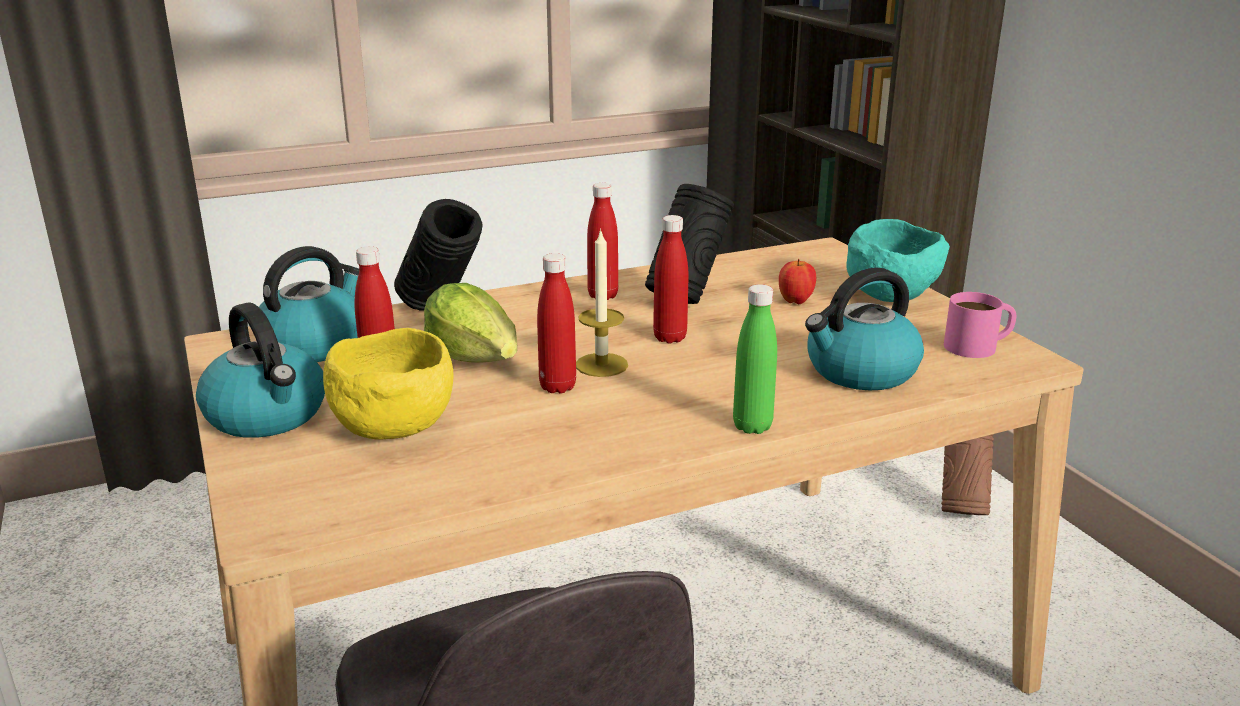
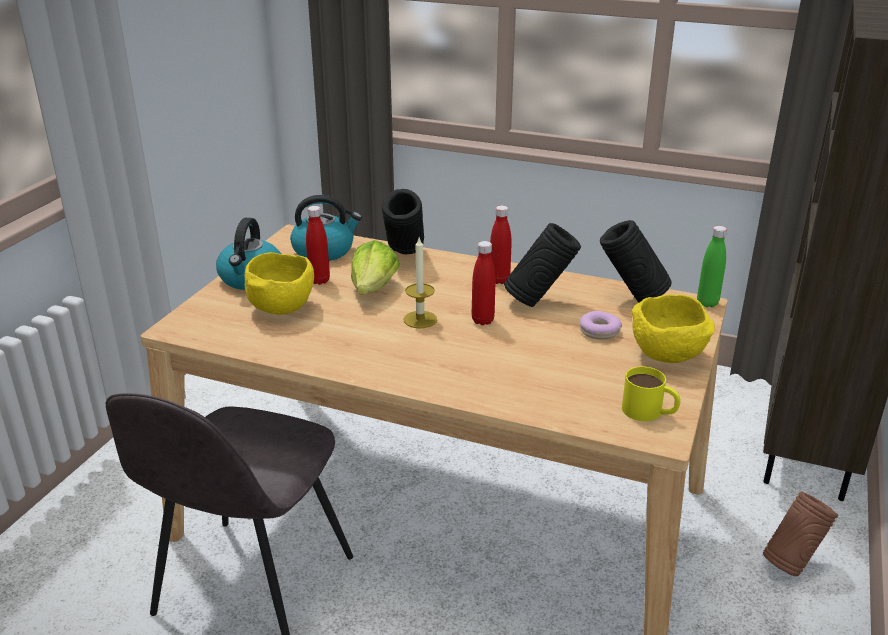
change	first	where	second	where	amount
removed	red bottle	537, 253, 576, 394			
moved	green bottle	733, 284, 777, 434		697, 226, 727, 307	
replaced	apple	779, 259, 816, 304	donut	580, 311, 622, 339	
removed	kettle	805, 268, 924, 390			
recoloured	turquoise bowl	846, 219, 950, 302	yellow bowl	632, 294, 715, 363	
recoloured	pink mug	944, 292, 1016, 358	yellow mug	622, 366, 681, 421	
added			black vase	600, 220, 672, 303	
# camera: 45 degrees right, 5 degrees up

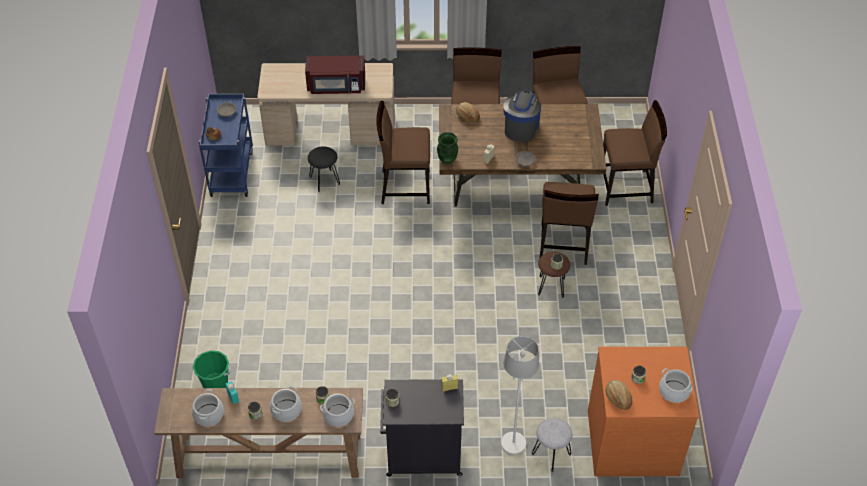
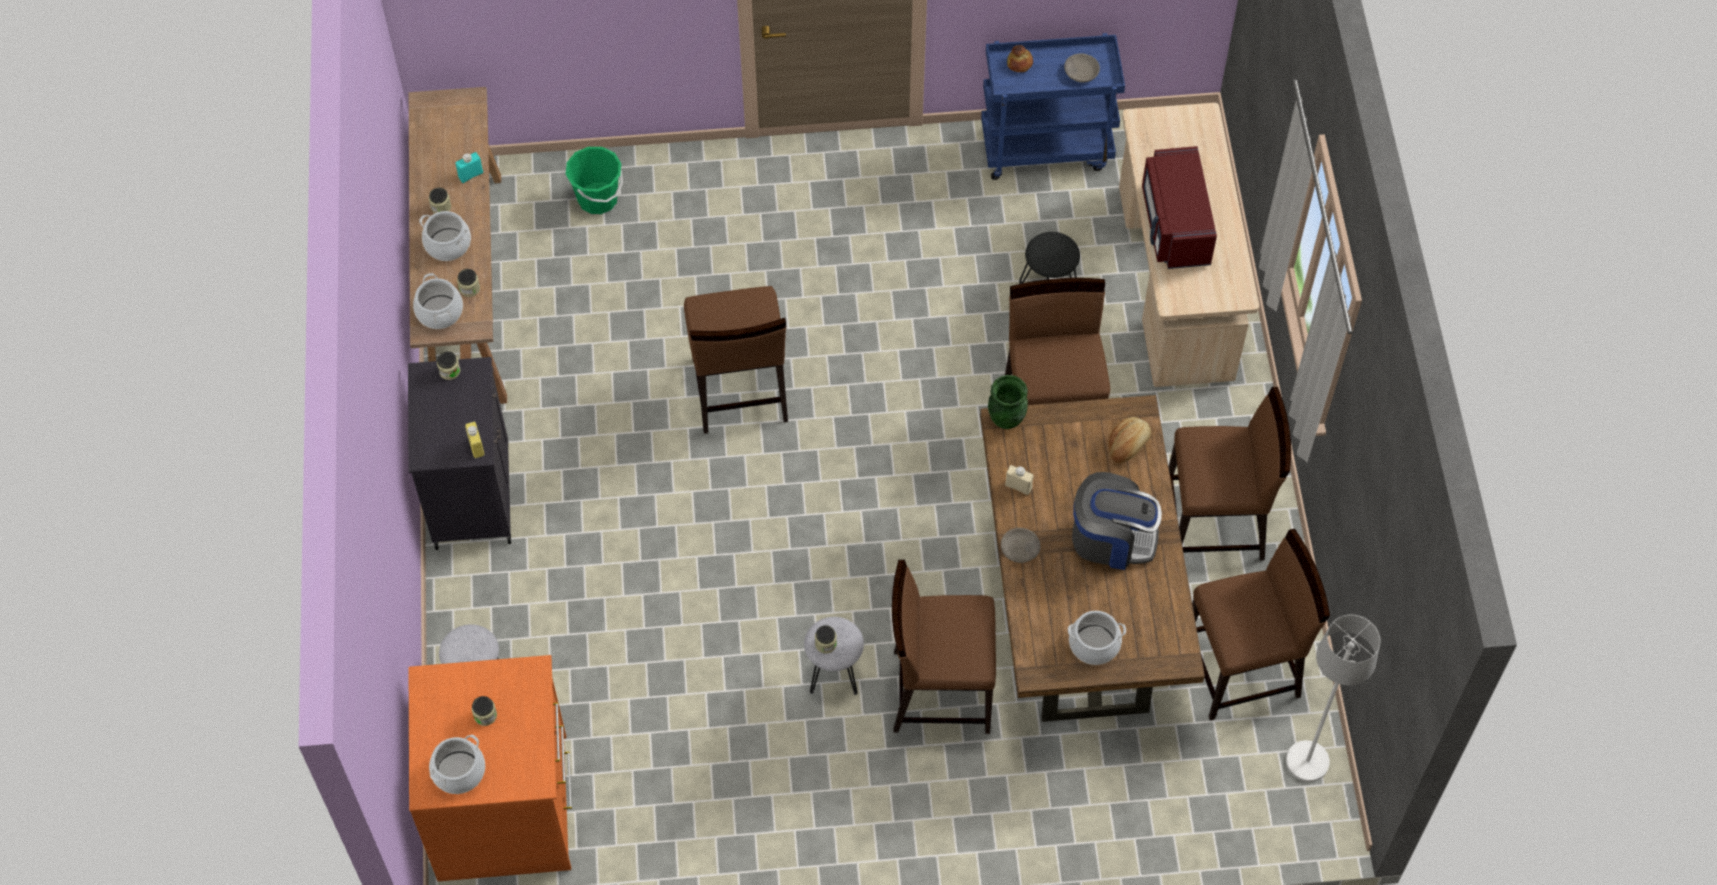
change	first	where	second	where	amount
moved	cooking pot	192, 389, 224, 426		1068, 611, 1126, 665	
moved	white floor lamp	501, 336, 539, 455		1286, 614, 1380, 782	
recoloured	brown stool	538, 252, 570, 298	grey stool	804, 617, 864, 695	
moved	brown chair	603, 100, 667, 206		684, 286, 788, 434	
removed	bread	605, 380, 632, 410			
# camera: 85 degrees right, 10 degrees up

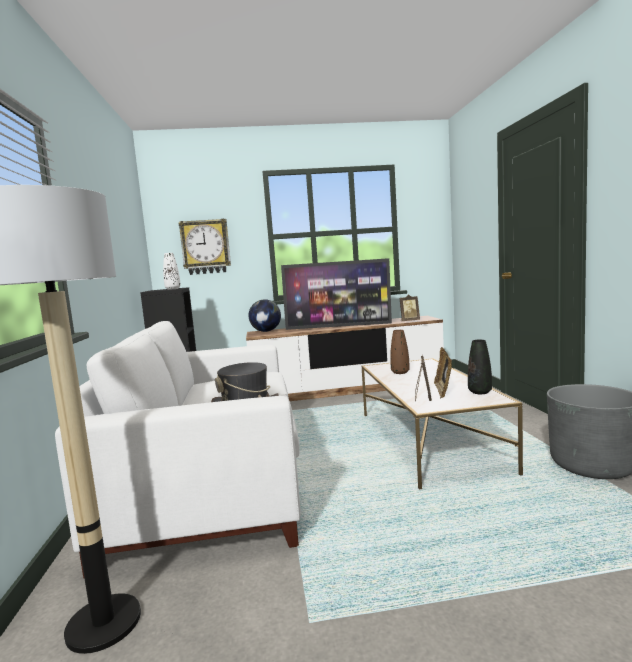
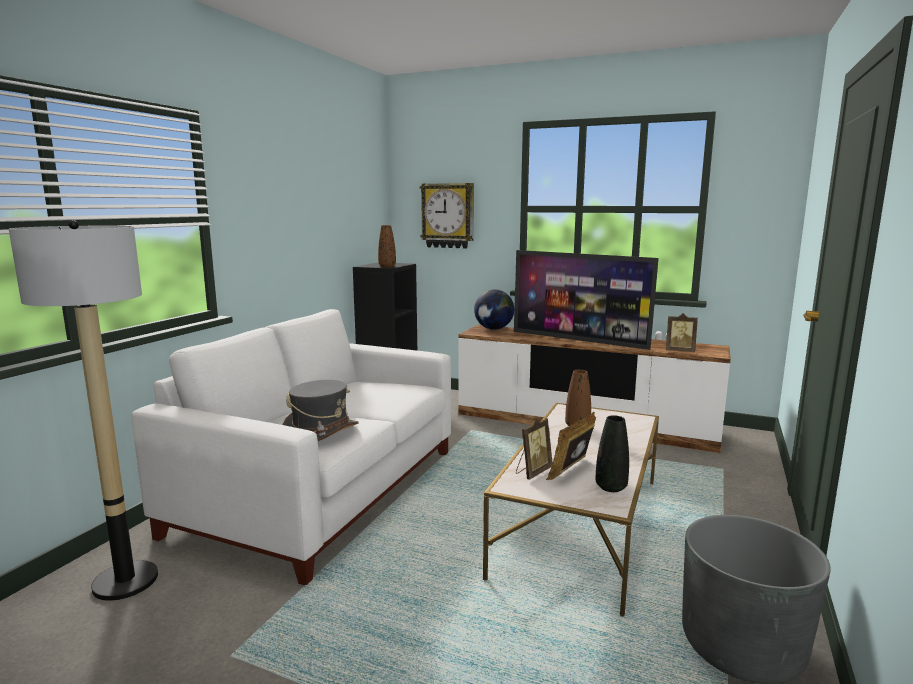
change	first	where	second	where	amount
recoloured	white vase	163, 253, 181, 290	brown vase	378, 225, 396, 267	
# camera: 30 degrees right, 5 degrees up

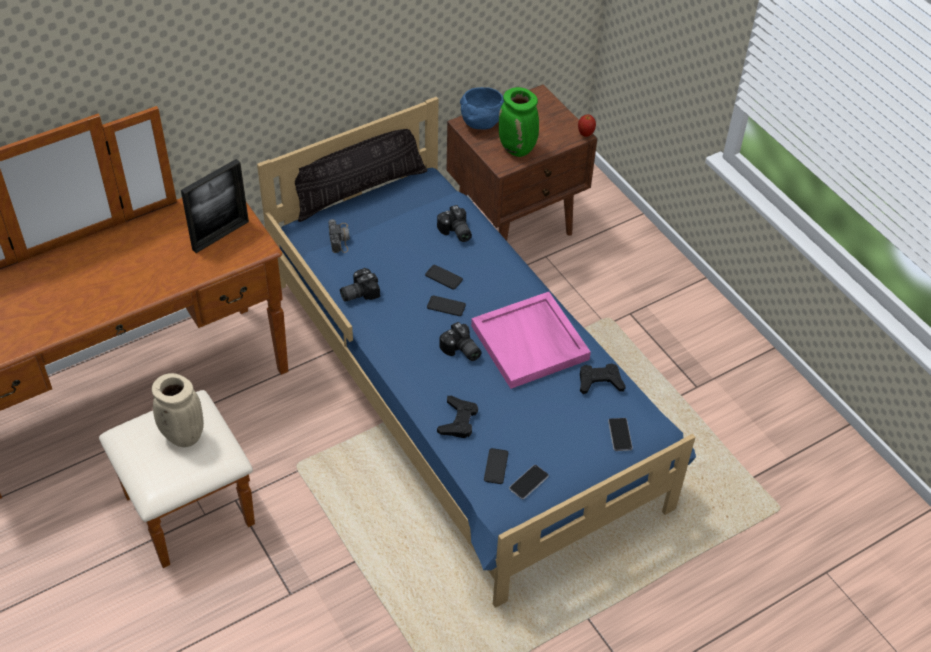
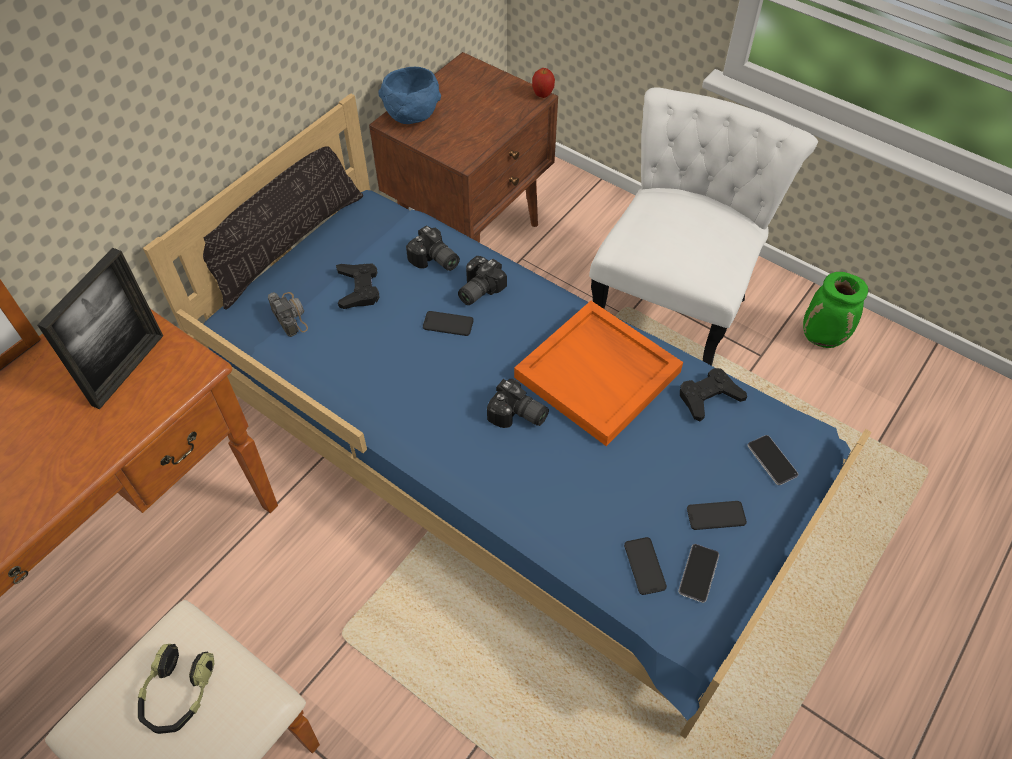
change	first	where	second	where	amount
replaced	beige vase	152, 373, 204, 447	headphones	138, 644, 215, 734	
moved	photo camera	340, 268, 380, 302		458, 256, 507, 305	
moved	phone	427, 295, 466, 316		687, 501, 747, 530	
moved	black game controller	437, 396, 478, 438		336, 264, 380, 309	
recoloured	pink tray	471, 292, 591, 389	orange tray	514, 301, 683, 446	
moved	green vase	499, 87, 539, 157		803, 272, 868, 348	
added			white chair	589, 87, 818, 366	
# camera: 20 degrees left, 5 degrees up

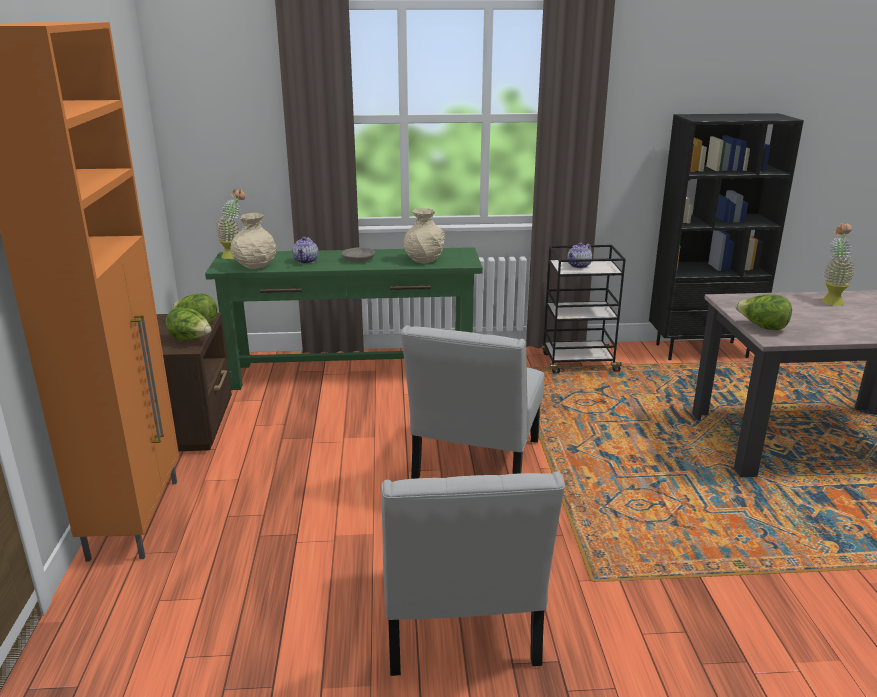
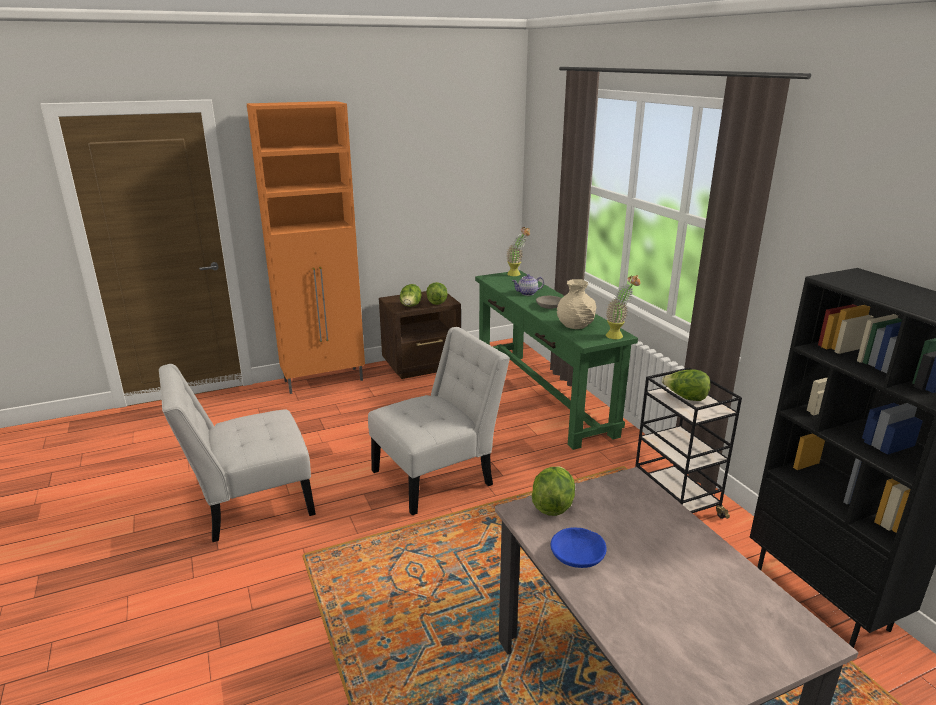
change	first	where	second	where	amount
removed	beige vase	230, 213, 277, 269			
turned	white chair	401, 325, 544, 479		368, 327, 510, 515	150 degrees clockwise
replaced	teapot	567, 243, 592, 268	lettuce	662, 370, 710, 401	
moved	potted plant	821, 223, 855, 306		606, 275, 641, 339	
added			blue bowl	551, 528, 607, 568	
# camera: 70 degrees right, 0 degrees up

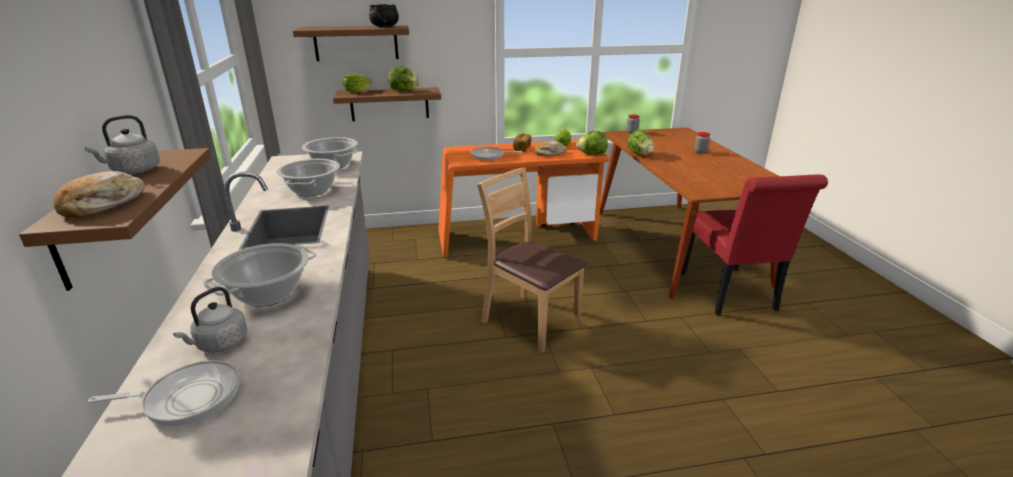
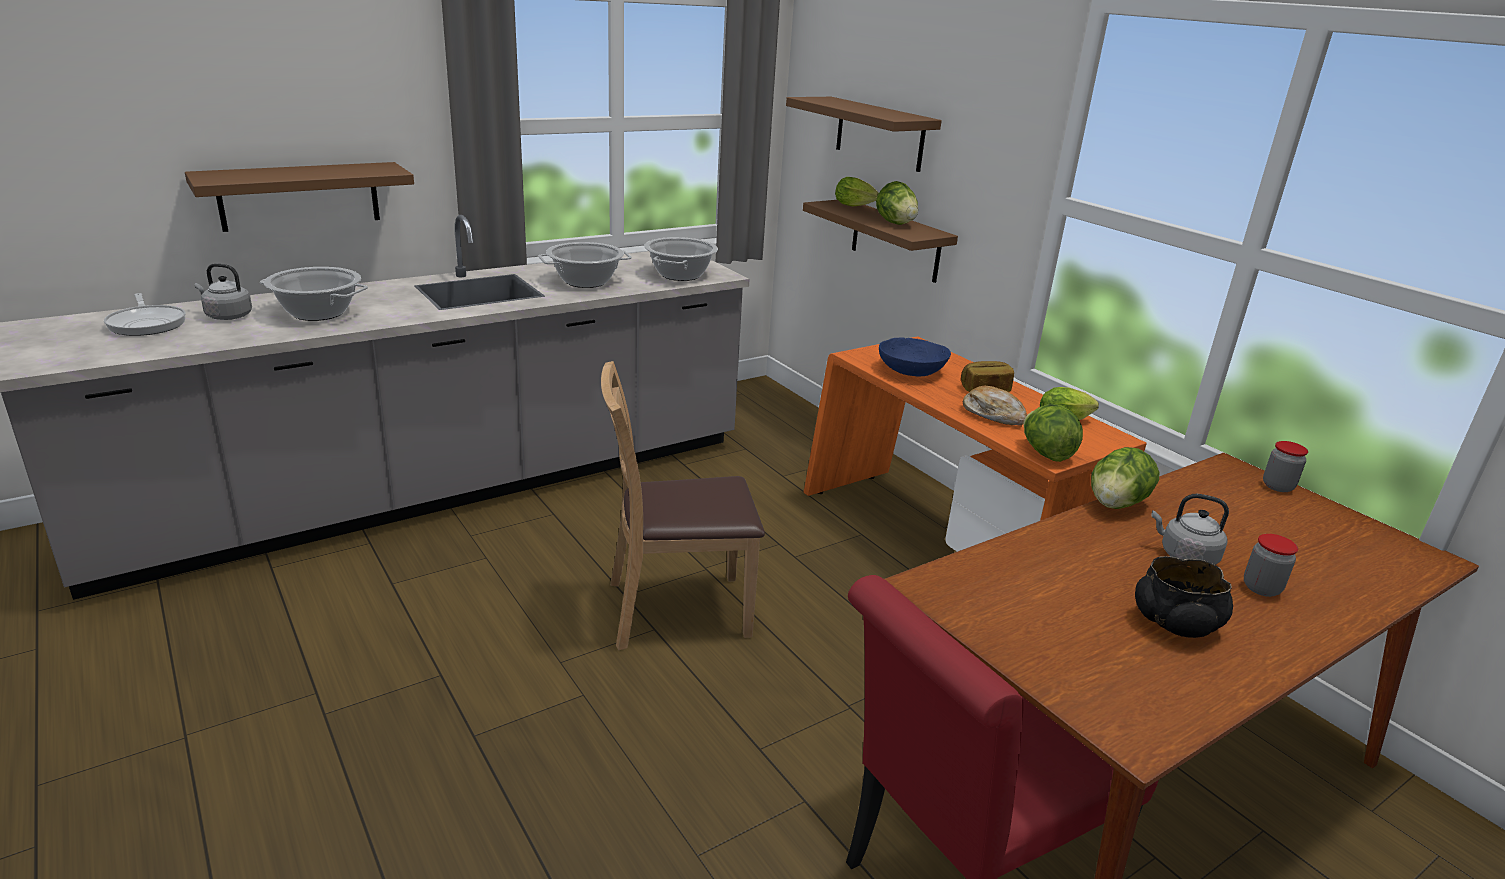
change	first	where	second	where	amount
removed	bread	53, 171, 145, 218			
moved	grey kettle	85, 115, 160, 174		1151, 494, 1229, 565	
moved	black bowl	369, 4, 399, 28		1135, 556, 1233, 638	
replaced	frying pan	471, 147, 522, 160	blue bowl	879, 338, 951, 376	
turned	brown chair	477, 167, 587, 353		601, 361, 765, 650	120 degrees counterclockwise
# camera: 65 degrees right, 0 degrees up

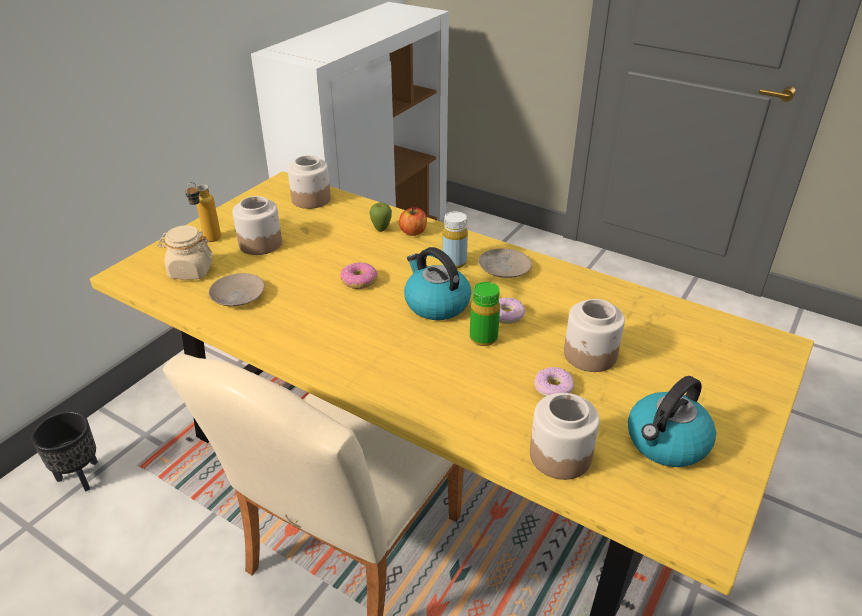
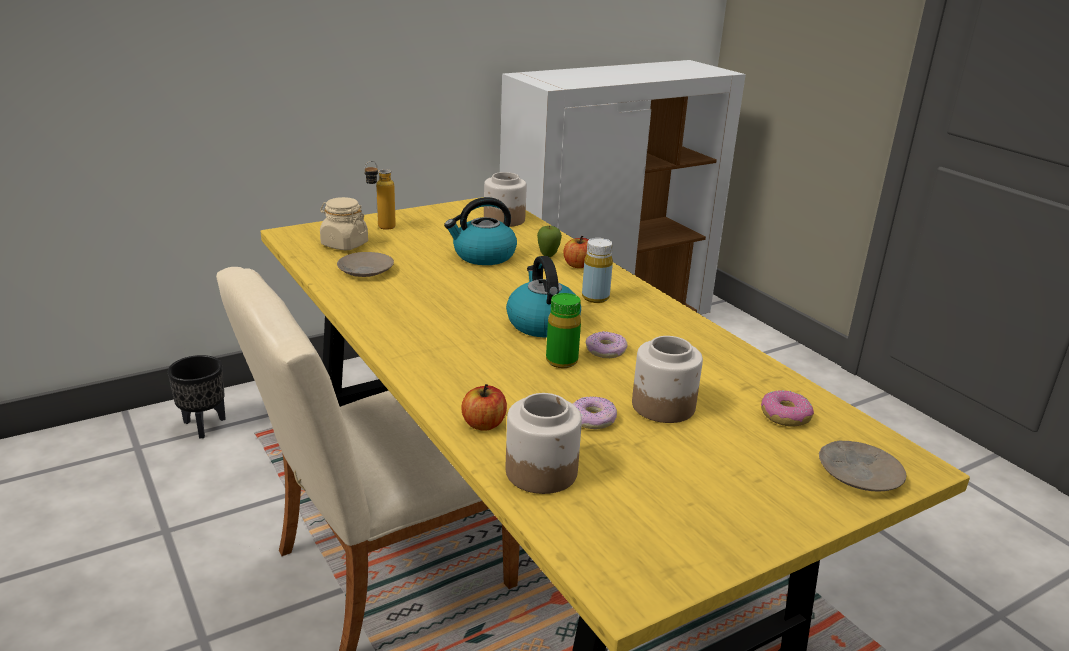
change	first	where	second	where	amount
removed	jar	232, 196, 282, 255			
moved	donut	340, 262, 378, 289		761, 390, 814, 426	
moved	beige plate	478, 248, 532, 278		819, 441, 906, 491	
moved	kettle	628, 376, 716, 467		444, 197, 517, 265	
added			apple	461, 384, 507, 431	
# camera: 25 degrees right, 10 degrees down

